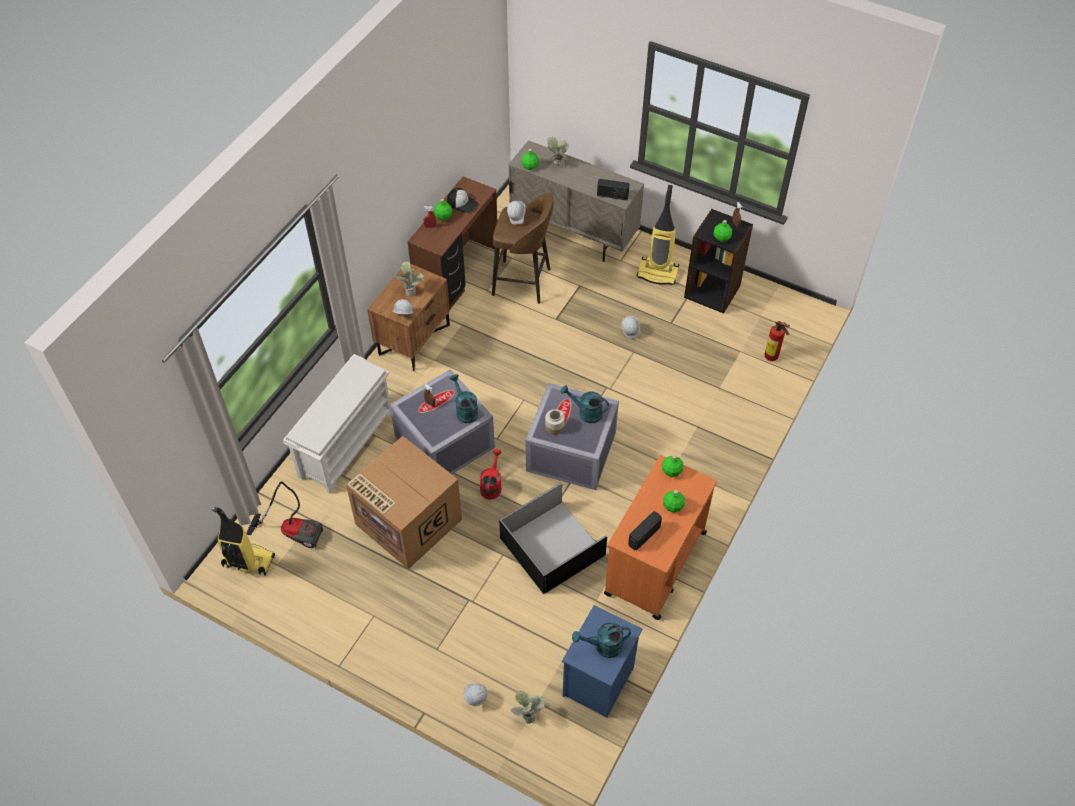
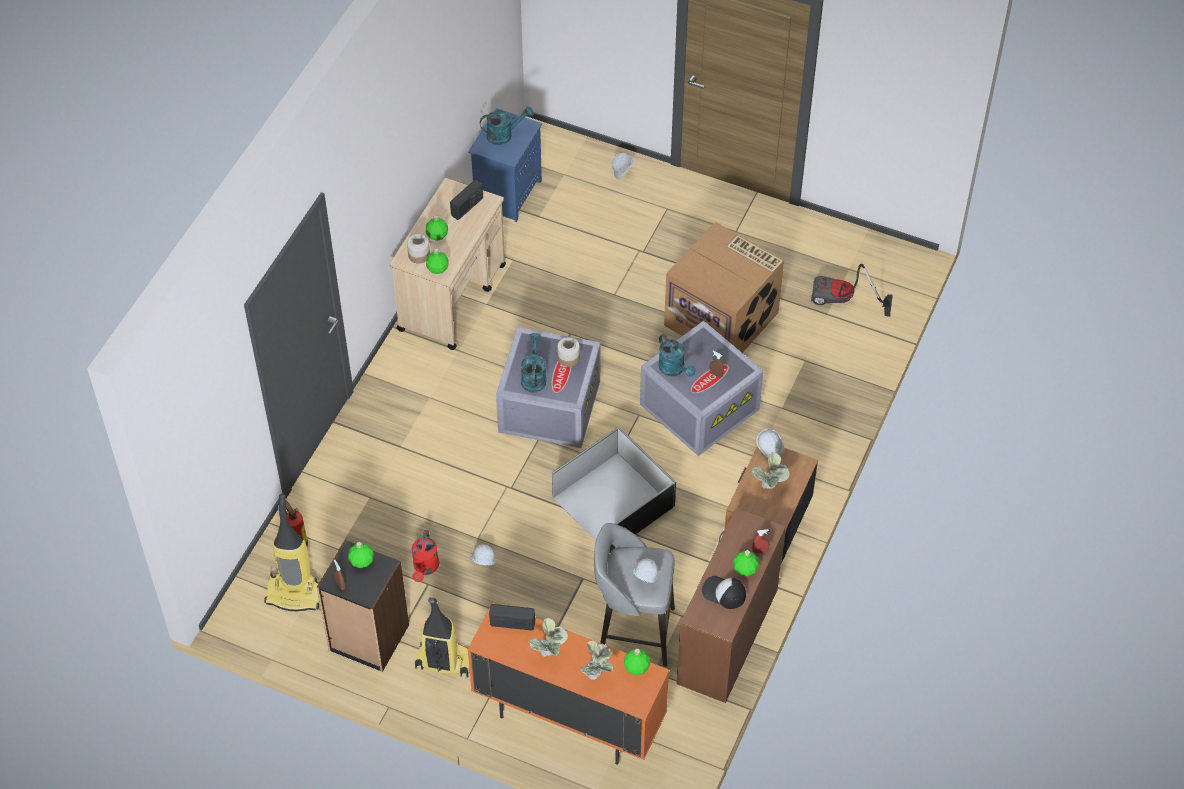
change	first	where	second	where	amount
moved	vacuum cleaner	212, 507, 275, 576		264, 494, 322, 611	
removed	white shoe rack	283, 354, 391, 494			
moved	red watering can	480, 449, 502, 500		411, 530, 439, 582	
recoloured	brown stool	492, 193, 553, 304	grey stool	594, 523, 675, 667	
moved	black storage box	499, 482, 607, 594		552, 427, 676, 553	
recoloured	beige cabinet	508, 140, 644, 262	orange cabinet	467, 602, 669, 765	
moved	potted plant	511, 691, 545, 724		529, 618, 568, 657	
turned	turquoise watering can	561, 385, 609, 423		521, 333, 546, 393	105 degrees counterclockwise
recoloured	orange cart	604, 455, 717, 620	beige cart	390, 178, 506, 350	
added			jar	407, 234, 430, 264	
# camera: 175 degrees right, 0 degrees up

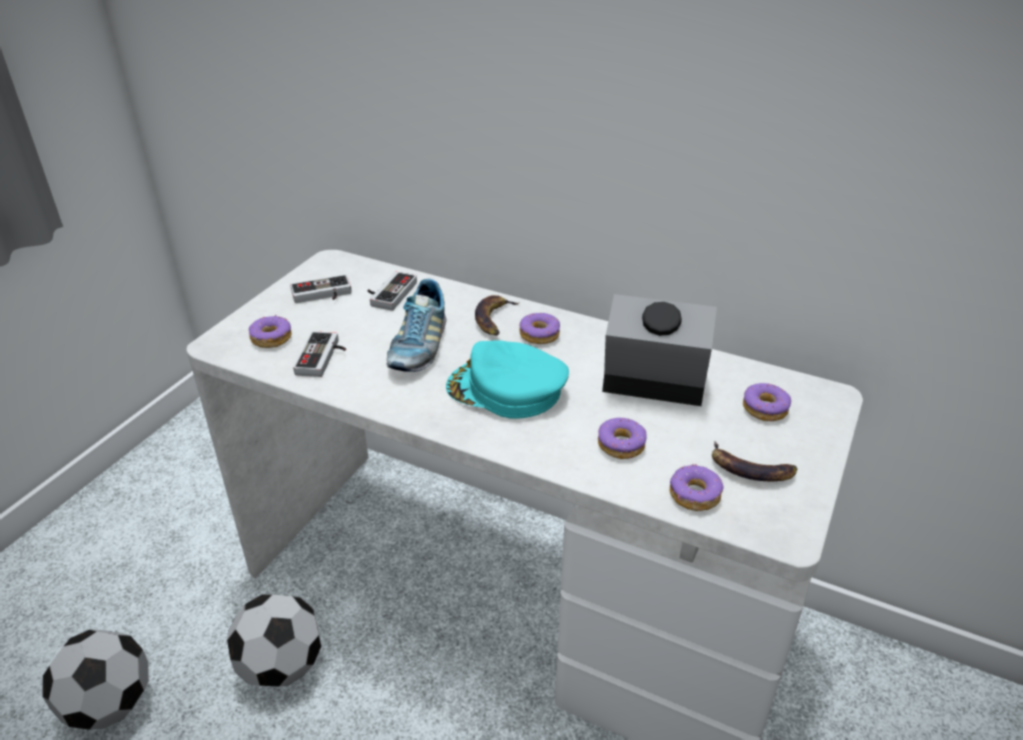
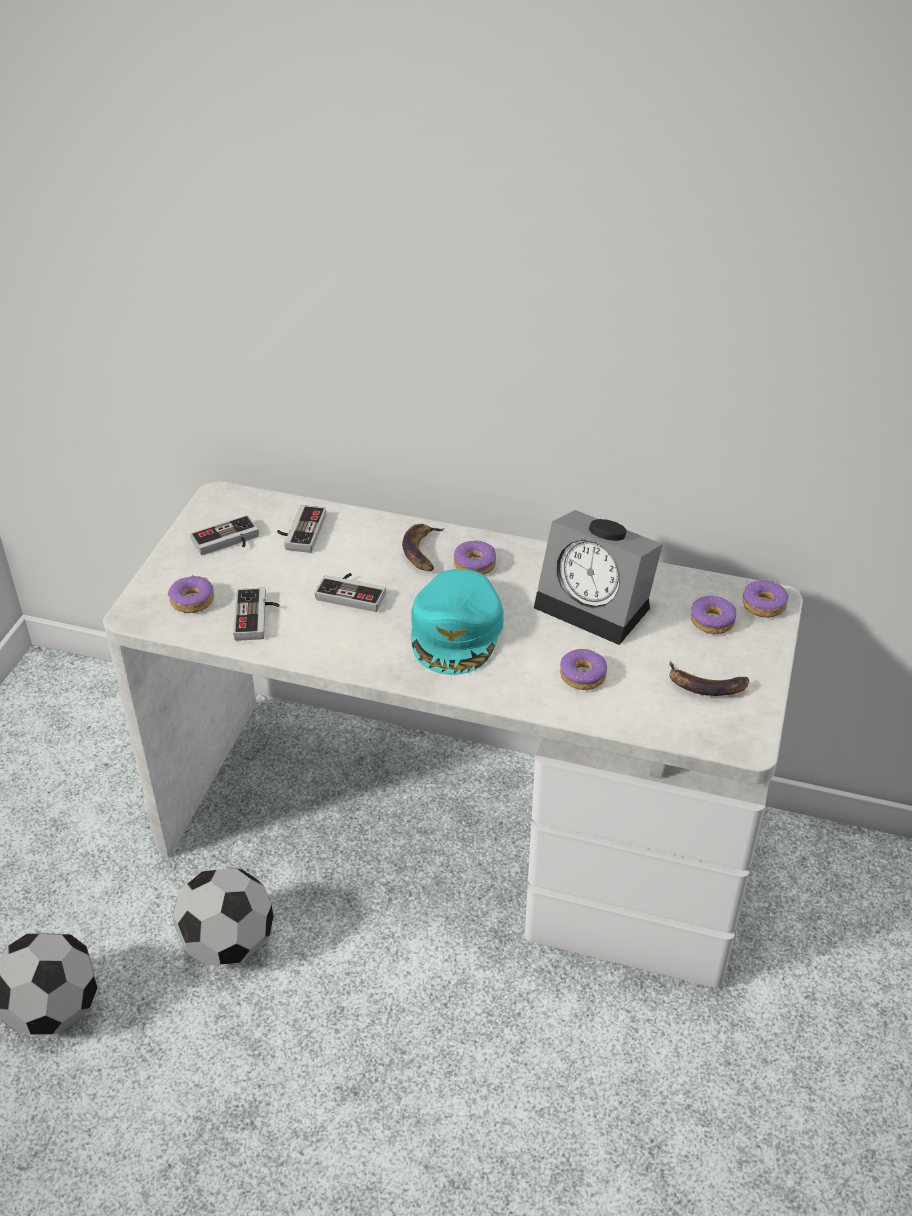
change	first	where	second	where	amount
replaced	shoe	387, 279, 446, 372	game controller	315, 573, 386, 612	
turned	turquoise cap	446, 340, 569, 419		411, 569, 504, 675	90 degrees counterclockwise
turned	alarm clock	602, 294, 717, 406		534, 510, 663, 645	150 degrees counterclockwise
moved	donut	670, 464, 724, 511		742, 579, 788, 618	
# camera: 10 degrees left, 5 degrees up

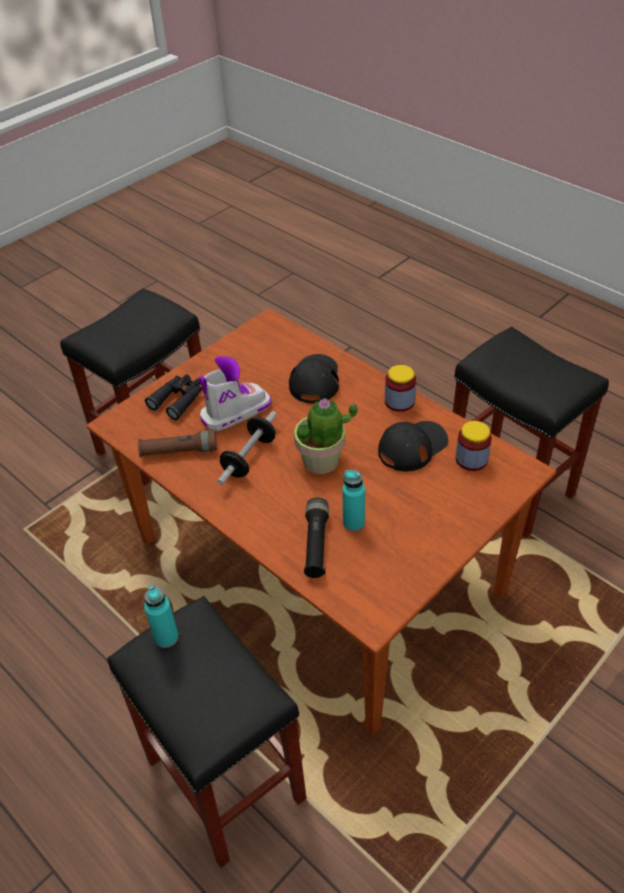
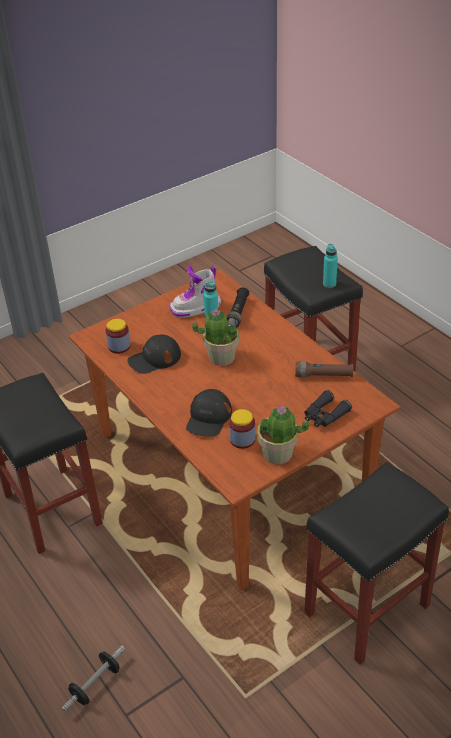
change	first	where	second	where	amount
moved	boot	199, 356, 272, 431		169, 265, 221, 318	
moved	dumbbell	217, 411, 277, 485		61, 645, 125, 712	
moved	jar	385, 365, 416, 412		229, 409, 255, 449	
added			potted plant	257, 406, 309, 465	
# camera: 170 degrees left, 5 degrees down

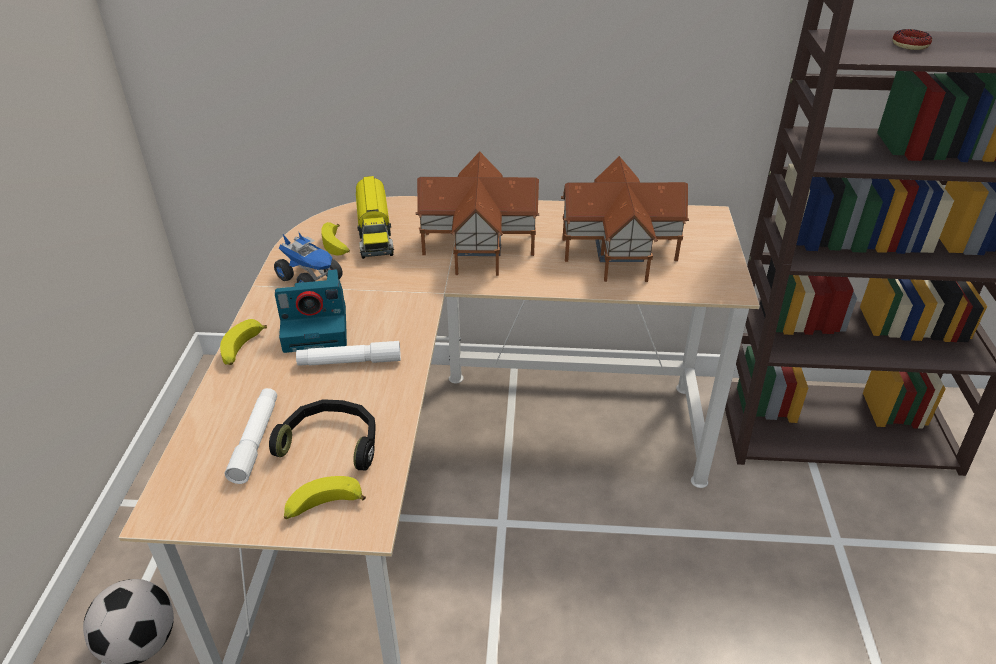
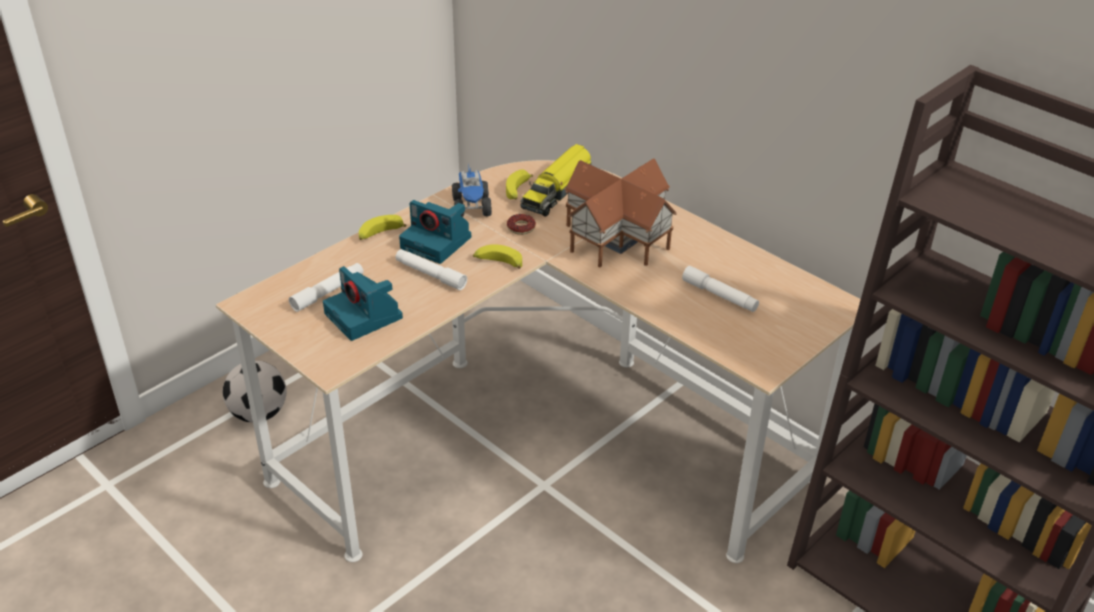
change	first	where	second	where	amount
replaced	black headphones	269, 399, 376, 470	photo camera	323, 266, 403, 341	
moved	banana	284, 476, 366, 519		473, 244, 522, 269	
replaced	toy house	561, 156, 689, 282	white flashlight	682, 266, 759, 312	
moved	donut	893, 29, 932, 50		507, 214, 536, 235	
# camera: 40 degrees right, 0 degrees up

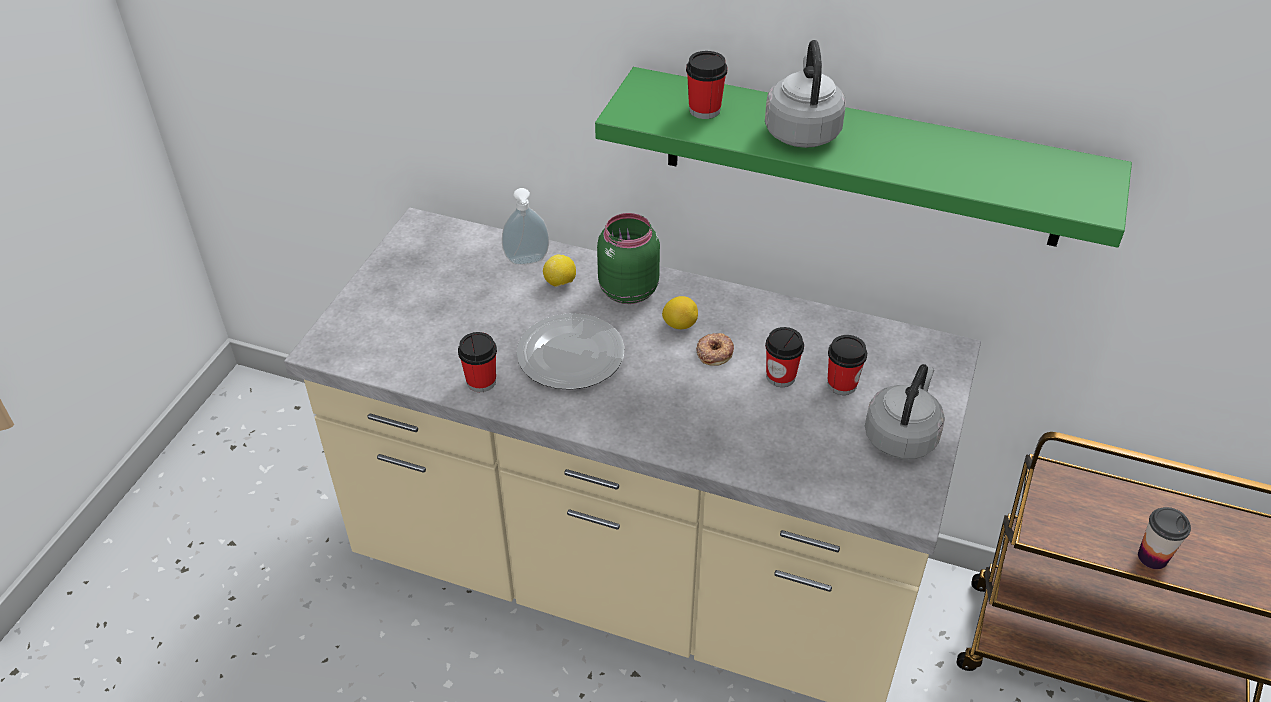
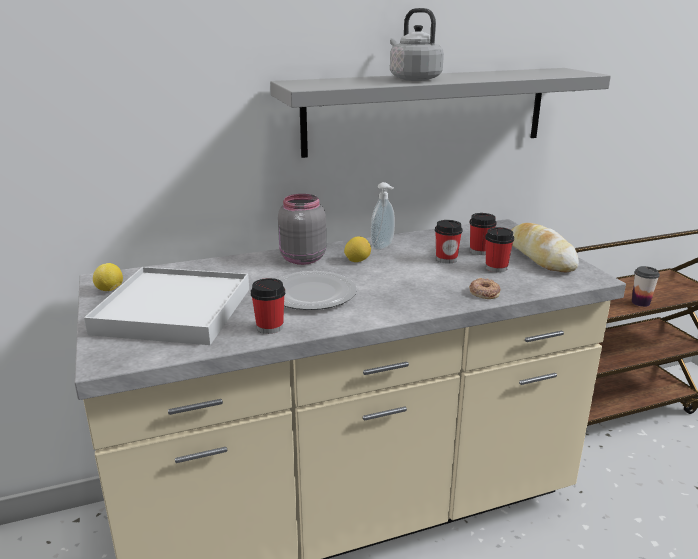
change	first	where	second	where	amount
moved	soap dispenser	502, 188, 549, 265		371, 182, 395, 250	
moved	lemon	543, 254, 576, 287		93, 263, 123, 291	
recoloured	green shelf	595, 67, 1132, 248	grey shelf	270, 68, 611, 158	
recoloured	green jar	597, 213, 660, 304	grey jar	278, 194, 326, 265	
moved	cup	686, 51, 727, 119		485, 227, 514, 273	
moved	donut	696, 333, 734, 366		469, 278, 501, 299	
replaced	grey kettle	865, 364, 945, 459	bread	512, 223, 579, 272	
added			white tray	84, 267, 249, 345	
# camera: 40 degrees left, 20 degrees down

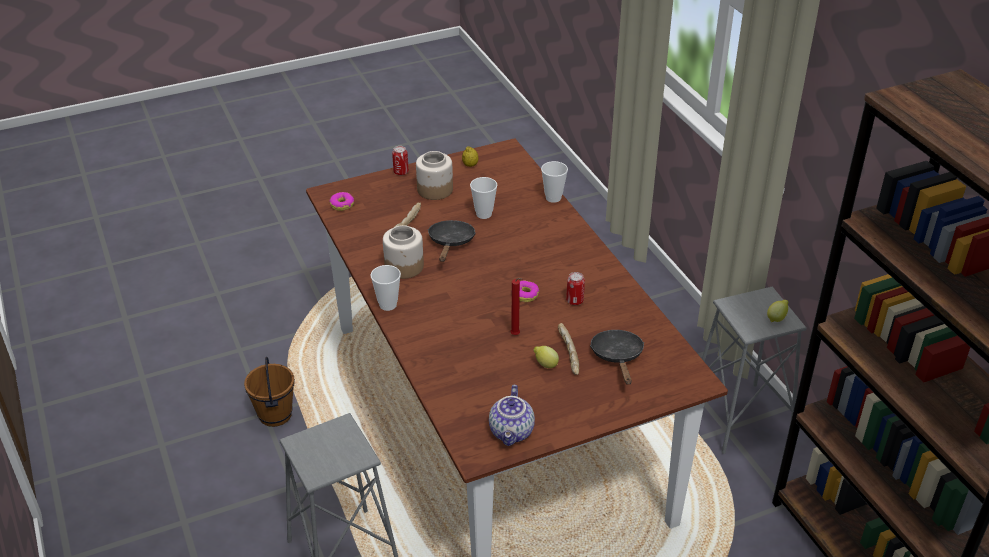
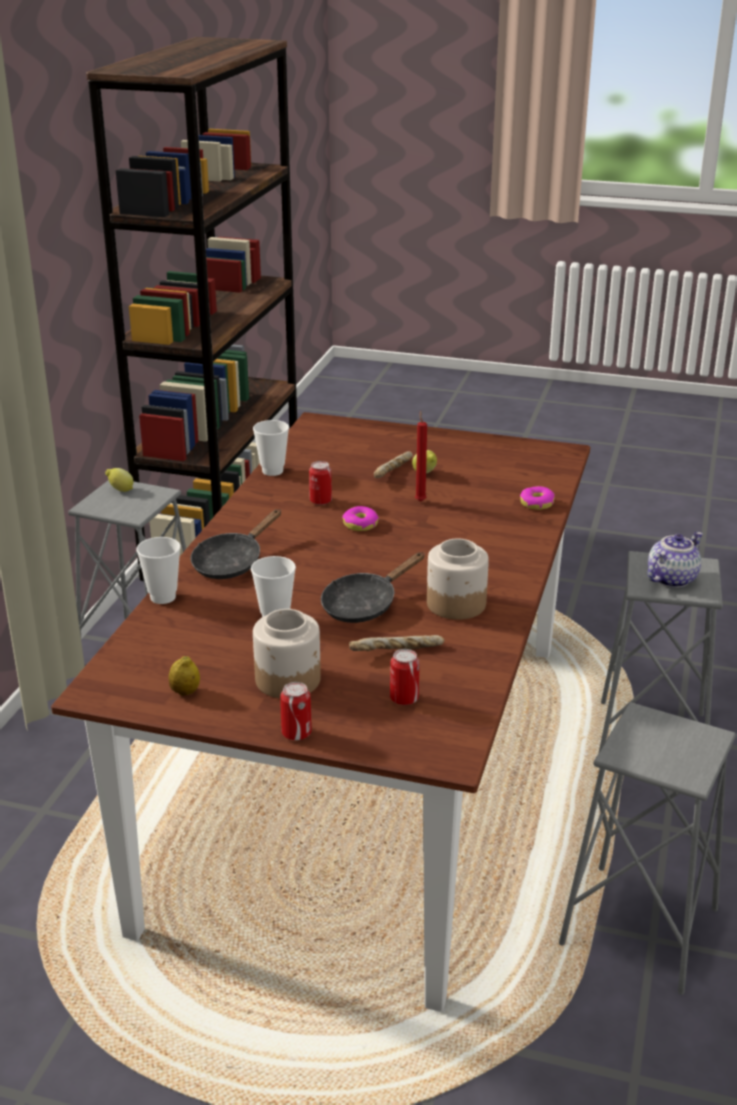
change	first	where	second	where	amount
replaced	brown bucket	244, 357, 295, 427	grey stool	559, 702, 736, 995	
moved	donut	329, 192, 354, 211		520, 486, 555, 510	
moved	cup	370, 265, 401, 311		253, 420, 289, 476	
moved	teapot	489, 385, 535, 446		648, 532, 703, 588	
moved	black frying pan	590, 330, 644, 385		191, 509, 281, 579	
added			can	390, 649, 419, 705	
# camera: 140 degrees left, 10 degrees down

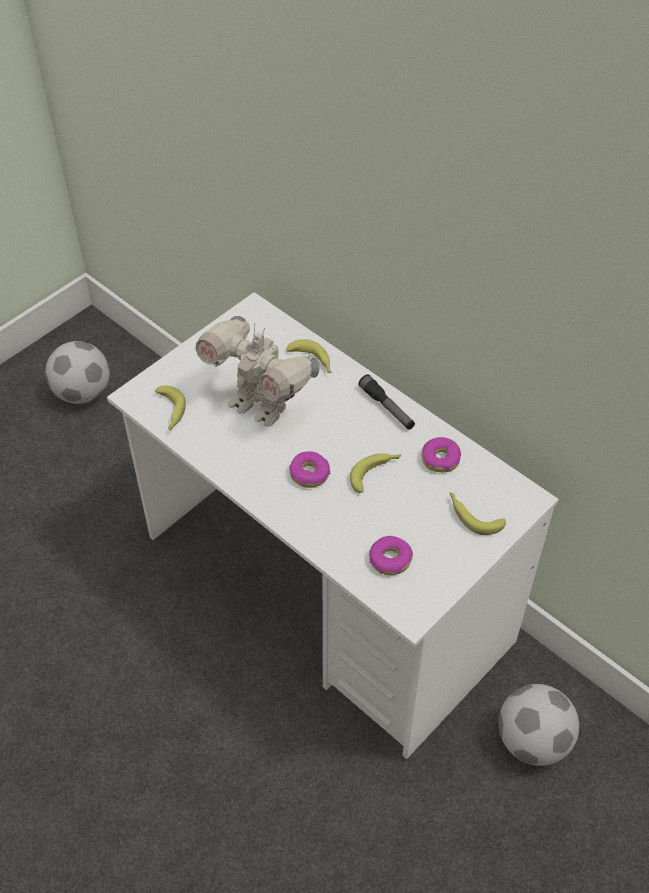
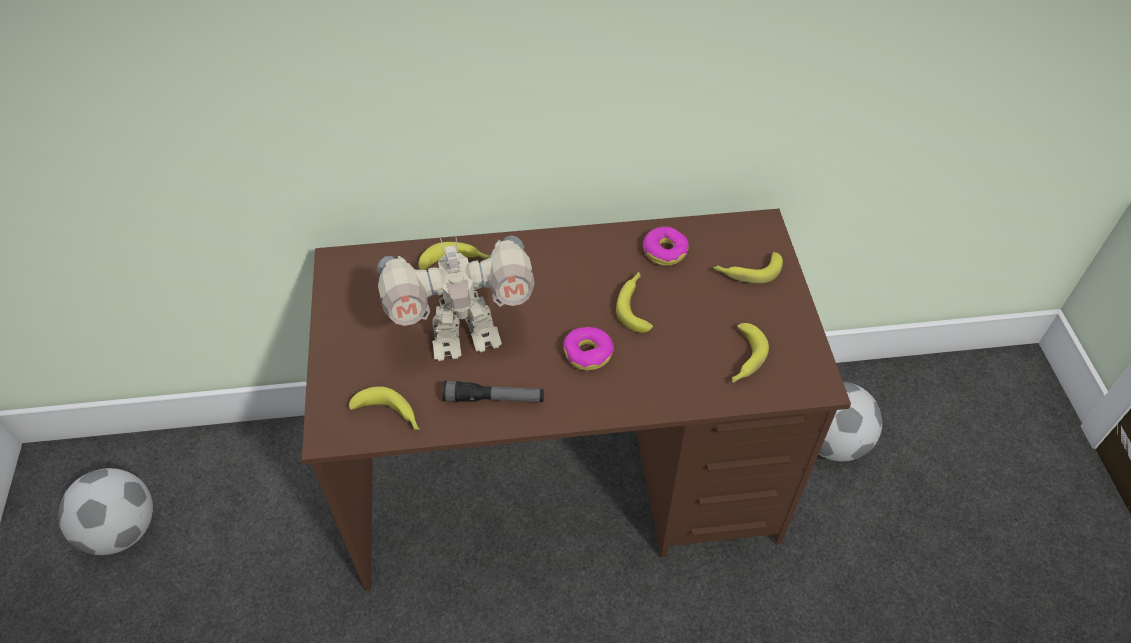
change	first	where	second	where	amount
recoloured	white desk	107, 292, 559, 759	brown desk	302, 209, 851, 590	
moved	flashlight	358, 374, 415, 430		442, 381, 544, 402	
replaced	donut	369, 536, 413, 575	banana	732, 323, 769, 383	
# camera: 50 degrees left, 0 degrees up

